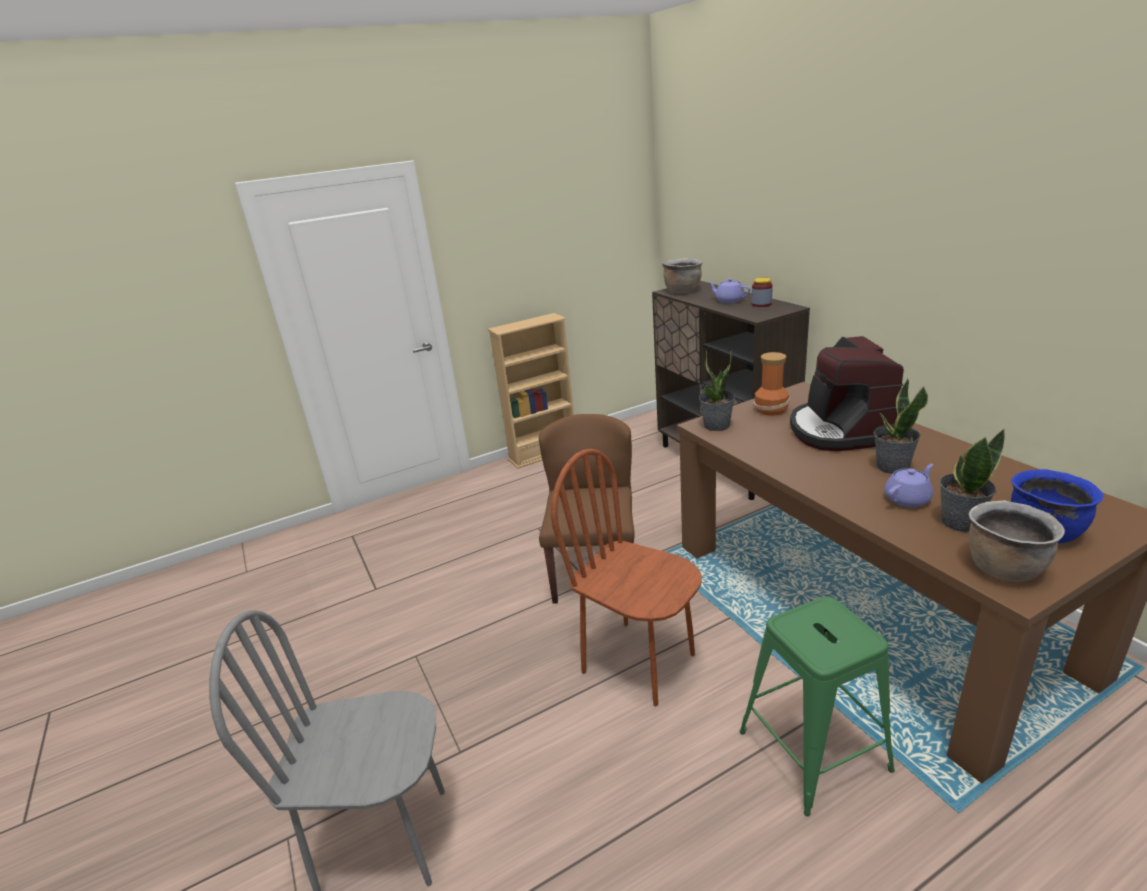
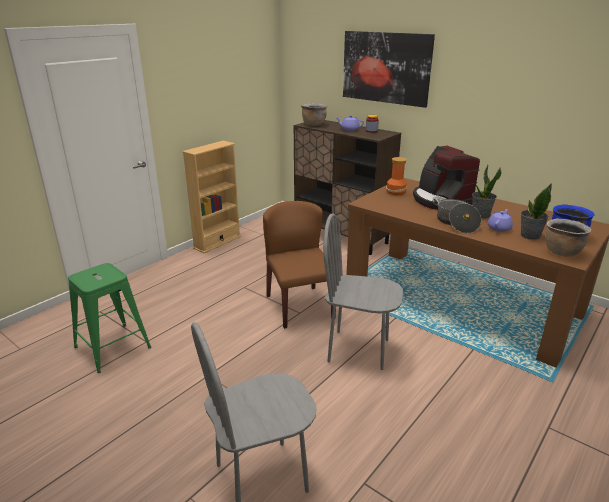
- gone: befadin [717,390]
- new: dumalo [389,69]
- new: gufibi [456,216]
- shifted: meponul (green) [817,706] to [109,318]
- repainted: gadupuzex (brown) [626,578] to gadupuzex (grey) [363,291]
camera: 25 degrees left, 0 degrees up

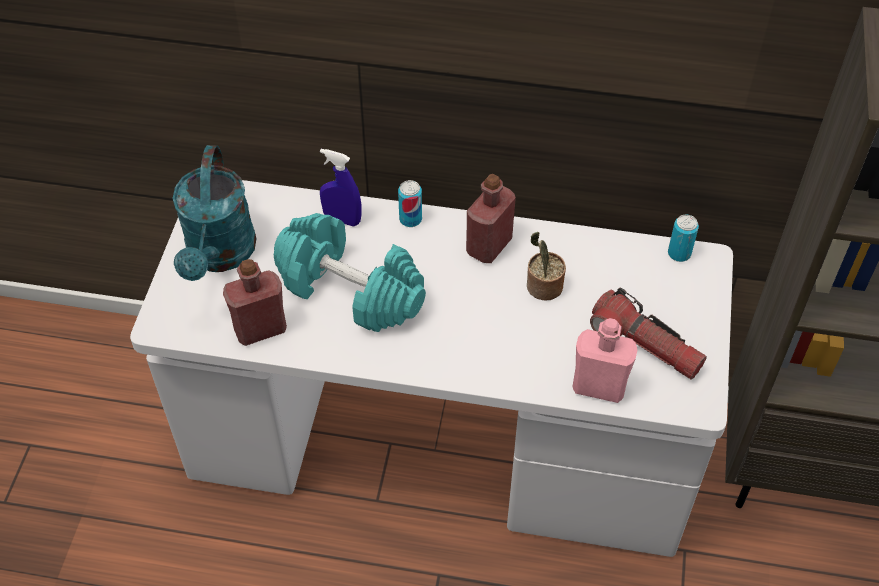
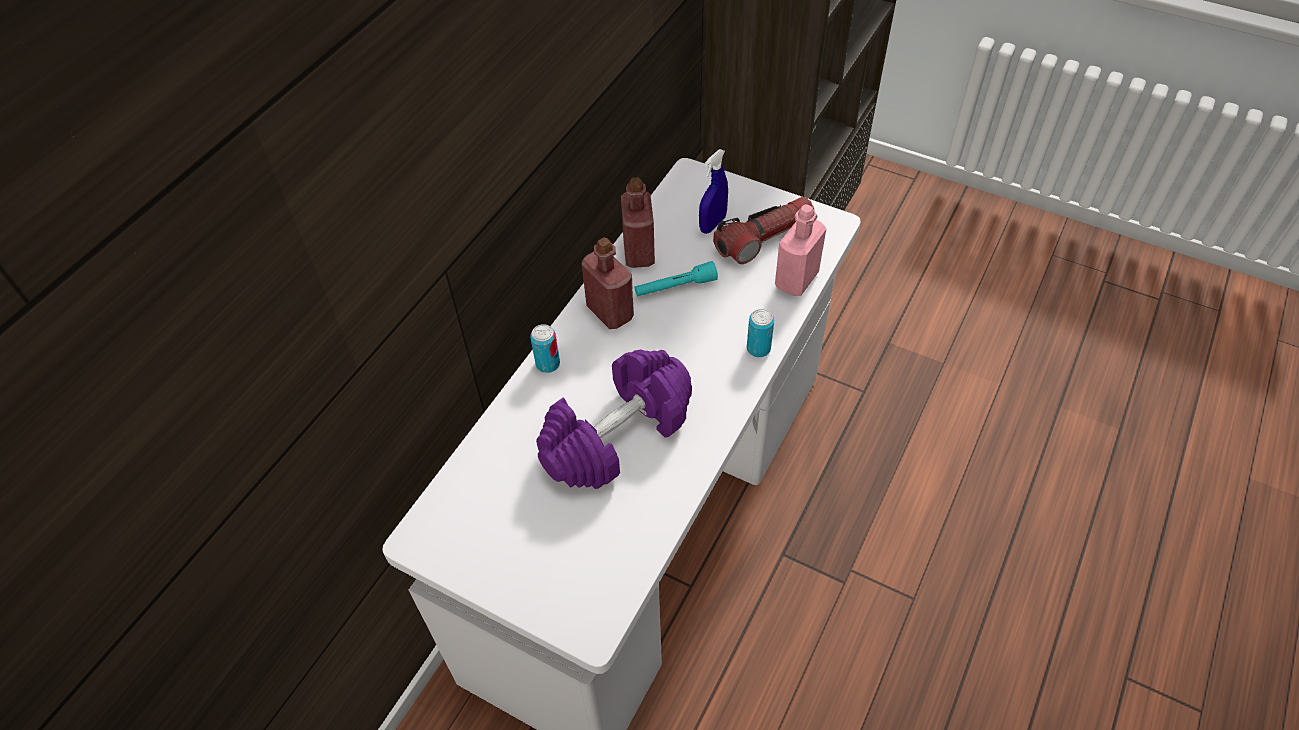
- gone: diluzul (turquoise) [214,213]
- shifted: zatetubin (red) [255,302] to [638,222]
- shifted: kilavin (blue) [341,188] to [713,191]
- shifted: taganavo [683,238] to [760,333]
- swapped: befadin [546,266] to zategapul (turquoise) [676,279]
- repainted: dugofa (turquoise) [350,272] to dugofa (purple) [614,419]
camera: 70 degrees left, 0 degrees up

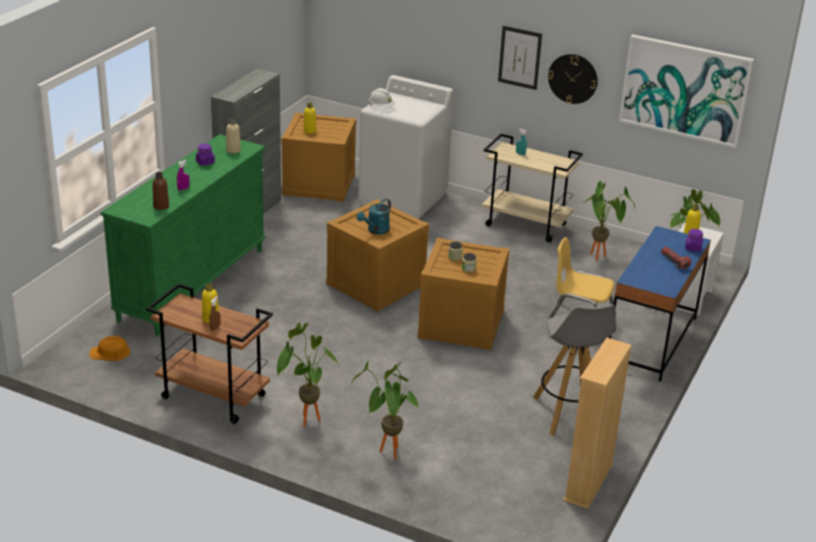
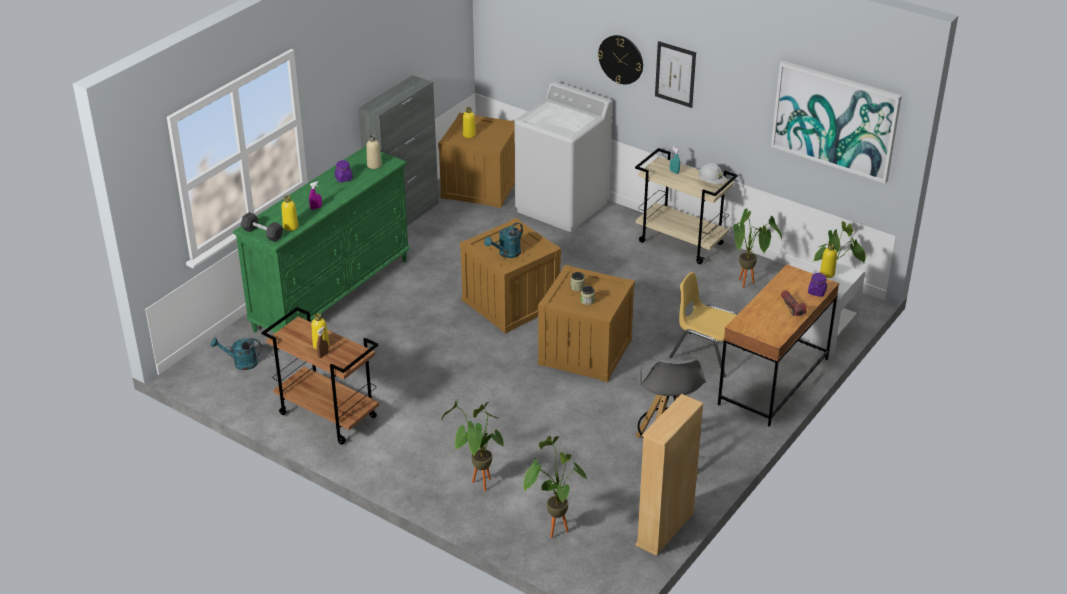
- new: dugofa (black) [262,227]
- shifted: befadin [308,375] to [556,487]
- shifted: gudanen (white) [382,97] to [712,174]
- shifted: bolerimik [573,79] to [620,59]
- swapped: gudanen (orange) [109,348] to diluzul (turquoise) [236,354]
- repainted: zatetubin (brown) [160,191] to zatetubin (yellow) [289,213]
- repainted: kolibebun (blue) [660,304] to kolibebun (brown) [778,345]
camera: 10 degrees right, 5 degrees up

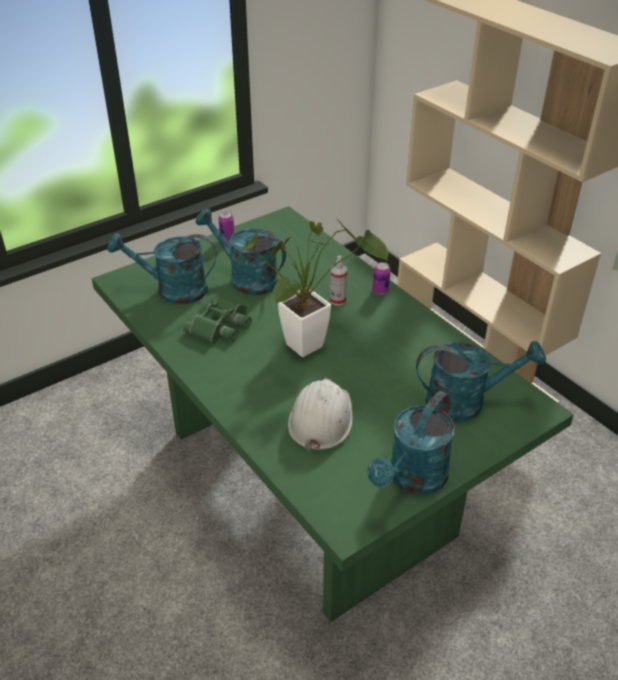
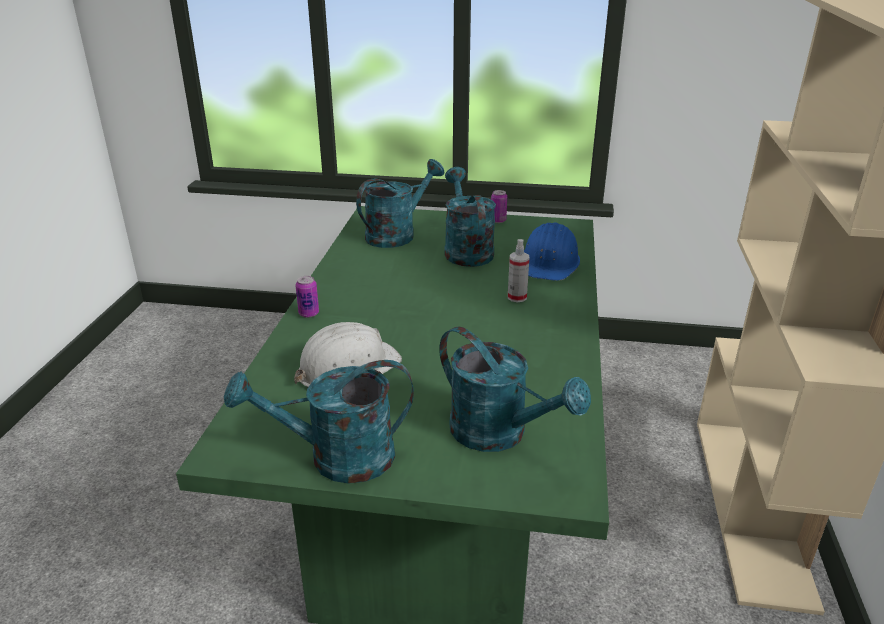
- gone: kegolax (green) [217,320]
- gone: befadin [312,287]
- new: gudanen (blue) [552,252]
- shifted: taganavo [381,278] to [307,297]
- rotated: diluzul (turquoise) [162,268] = [400,203] 90 degrees clockwise
camera: 45 degrees right, 10 degrees down

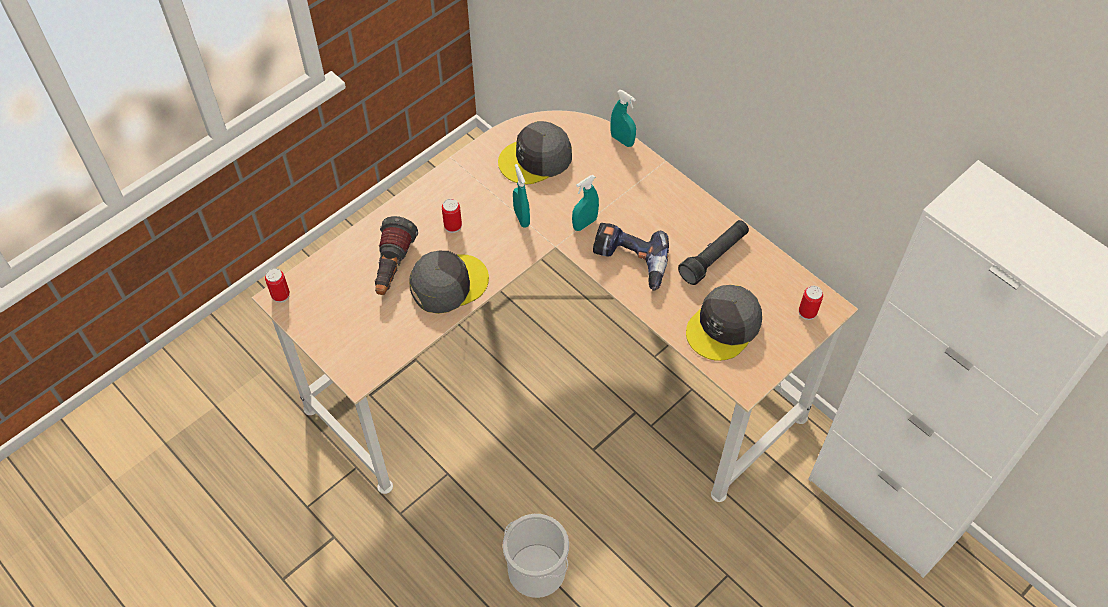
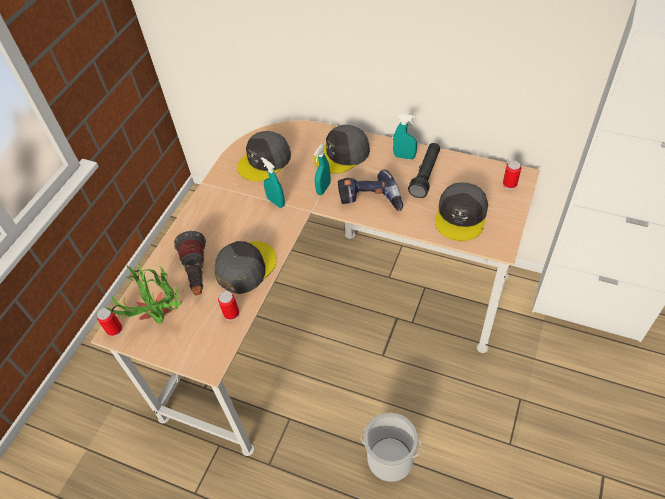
- new: befadin [143,293]
- new: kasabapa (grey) [342,149]
- shifted: taganavo [452,216] to [228,306]
- shifted: kilavin (turquoise) [623,118] to [405,137]
camera: 20 degrees left, 5 degrees down

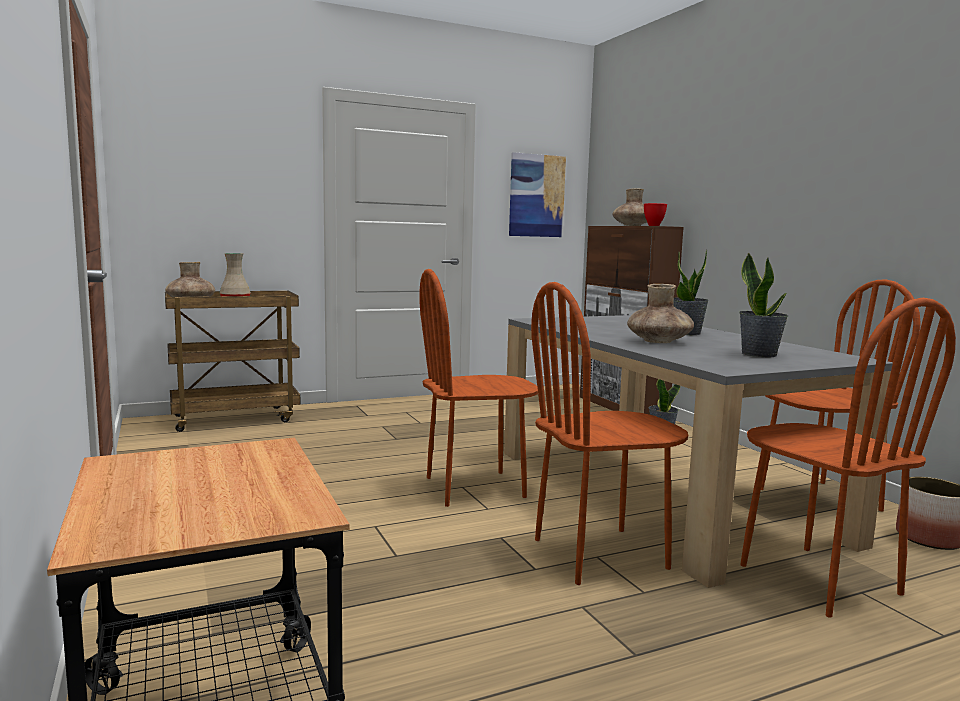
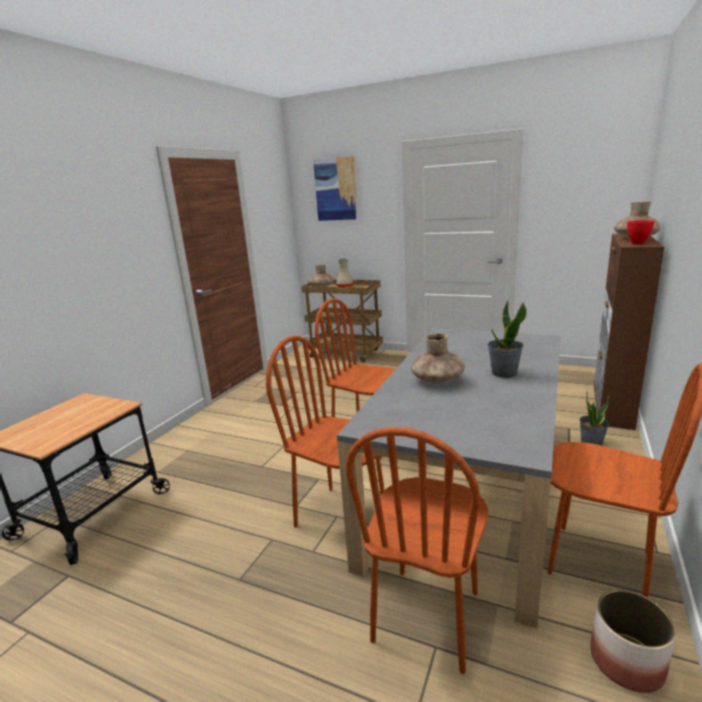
- gone: befadin [763,304]
- shifted: dumalo [537,194] to [335,188]
camera: 50 degrees right, 10 degrees up

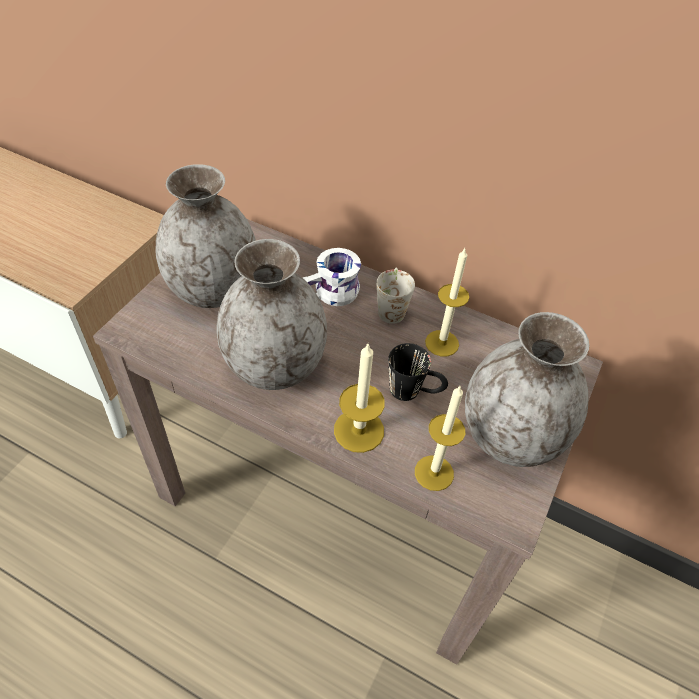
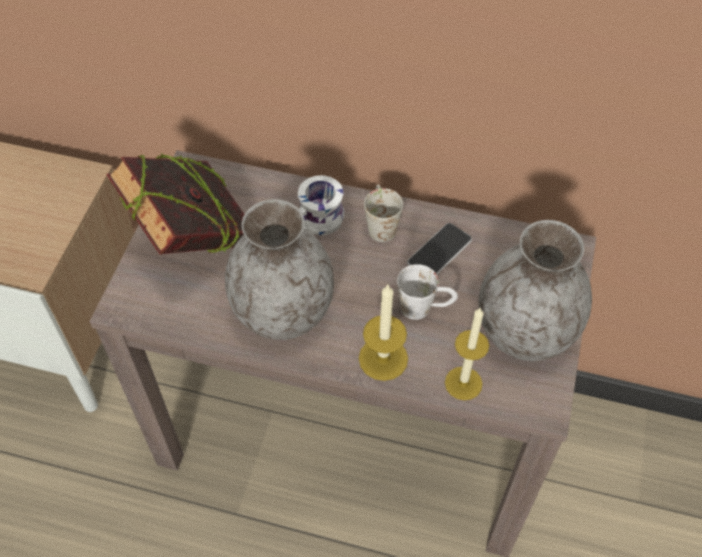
- swapped: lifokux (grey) [206,236] to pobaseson [176,203]
- swapped: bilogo [447,302] to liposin [439,248]
- repainted: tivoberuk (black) [418,372] to tivoberuk (white) [427,292]
camera: 10 degrees left, 5 degrees up

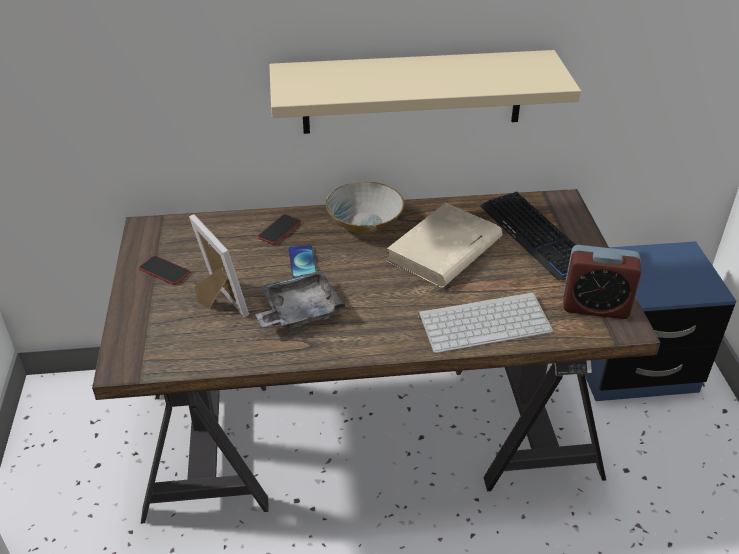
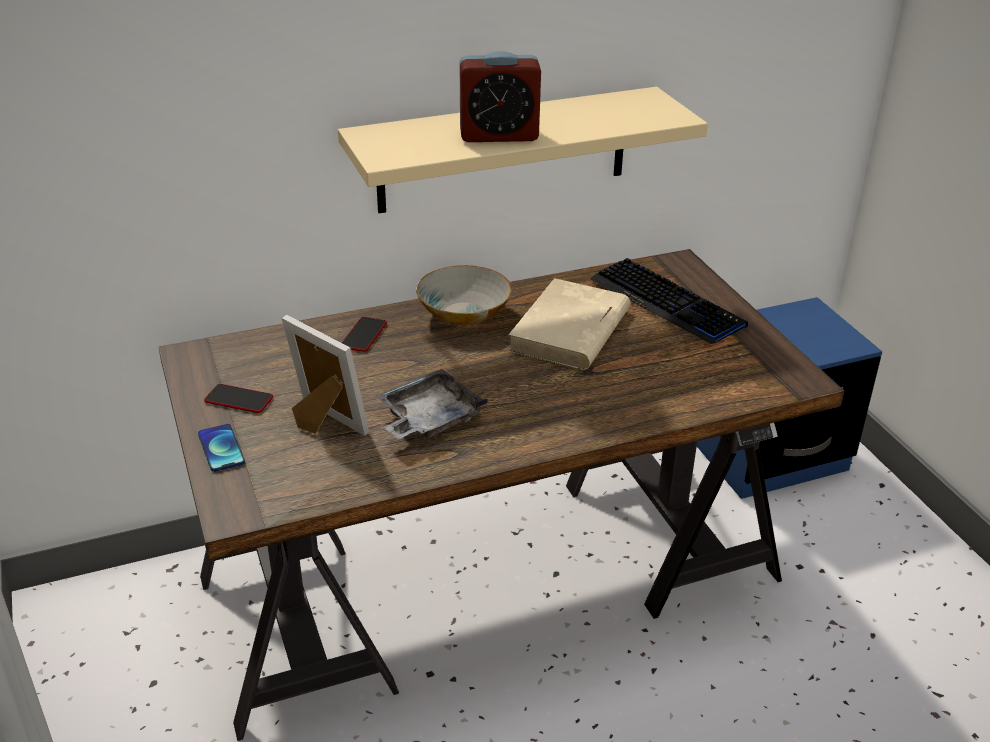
- gone: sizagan [485,323]
- shifted: liposin [302,261] to [221,448]
- shifted: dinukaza [602,282] to [500,96]
camera: 15 degrees left, 5 degrees down

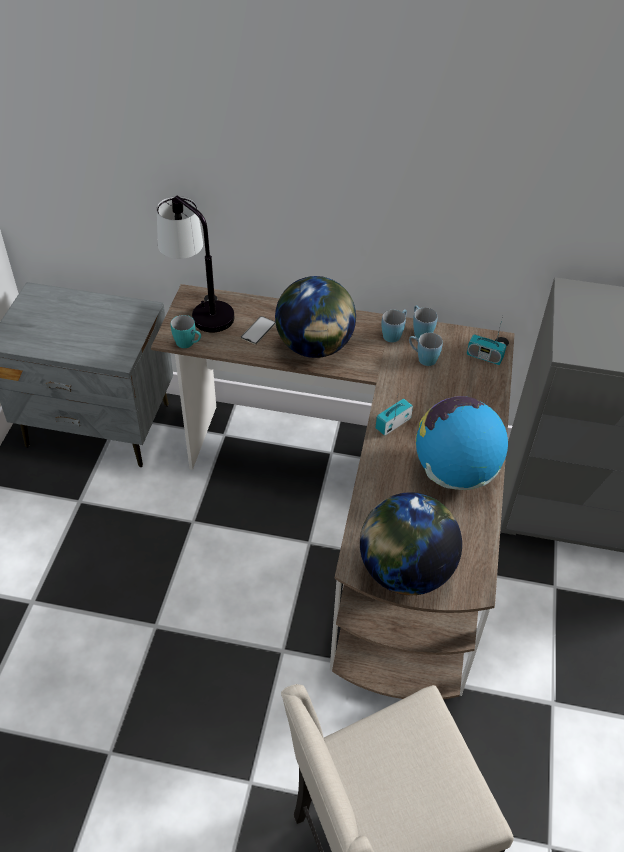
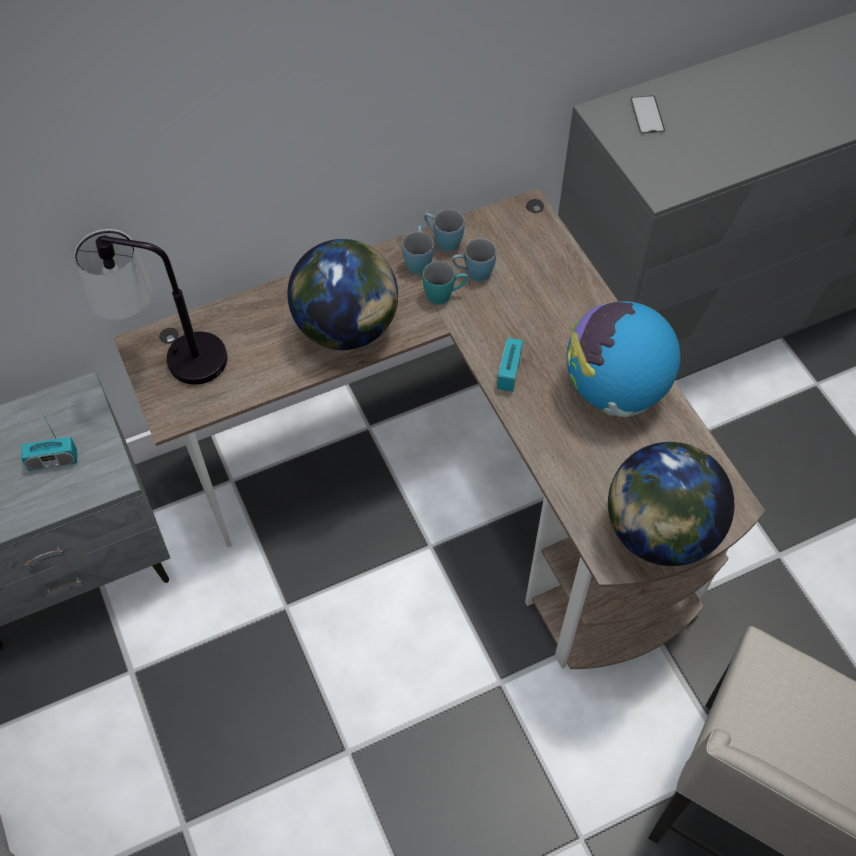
- shifted: tivoberuk (turquoise) [186,331] to [445,283]
- shifted: liposin [258,330] to [647,115]
- shifted: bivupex [486,340] to [49,442]
camera: 35 degrees left, 10 degrees up

